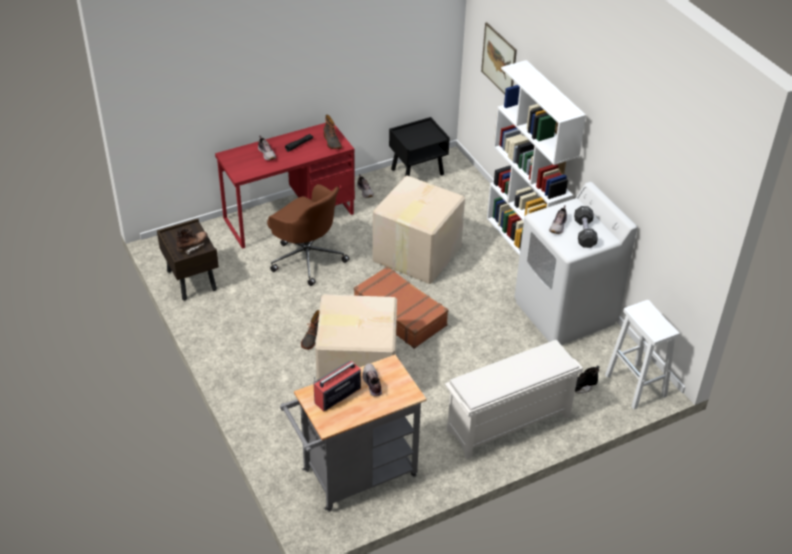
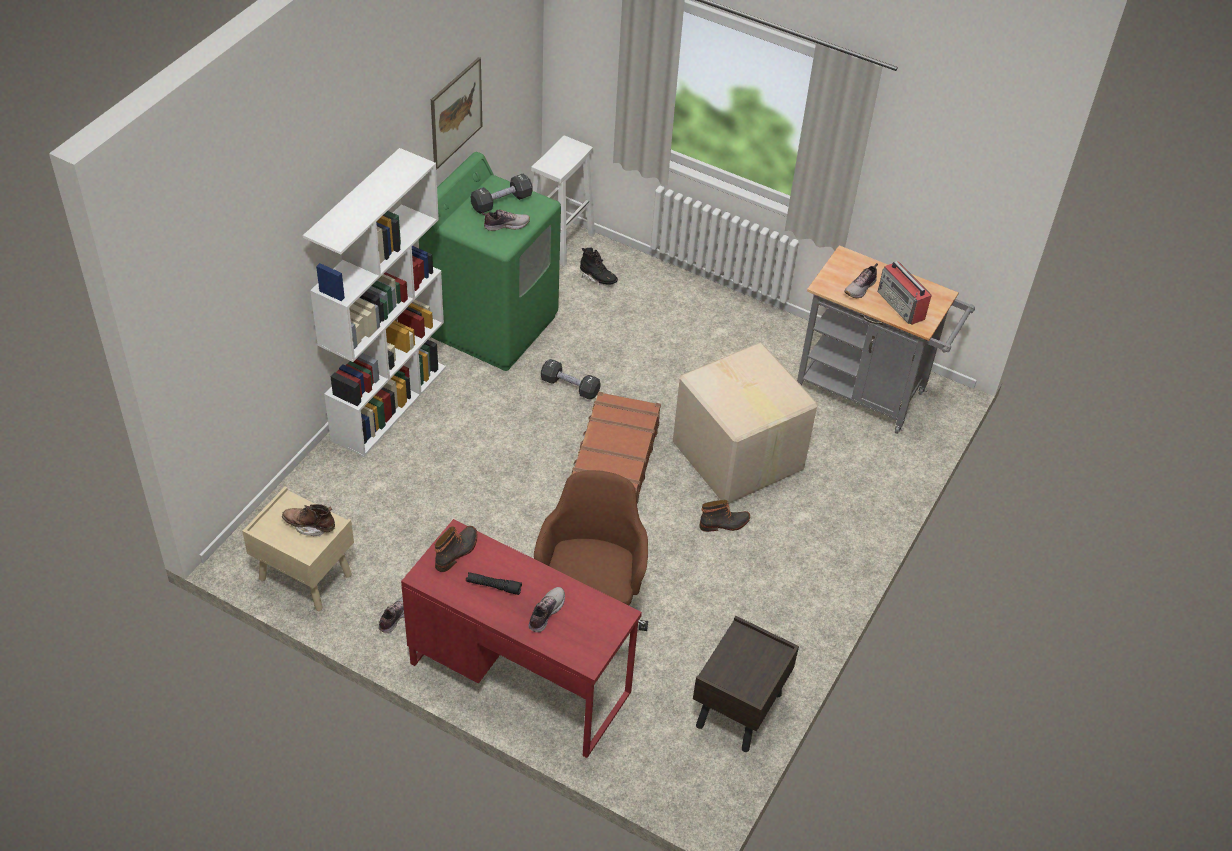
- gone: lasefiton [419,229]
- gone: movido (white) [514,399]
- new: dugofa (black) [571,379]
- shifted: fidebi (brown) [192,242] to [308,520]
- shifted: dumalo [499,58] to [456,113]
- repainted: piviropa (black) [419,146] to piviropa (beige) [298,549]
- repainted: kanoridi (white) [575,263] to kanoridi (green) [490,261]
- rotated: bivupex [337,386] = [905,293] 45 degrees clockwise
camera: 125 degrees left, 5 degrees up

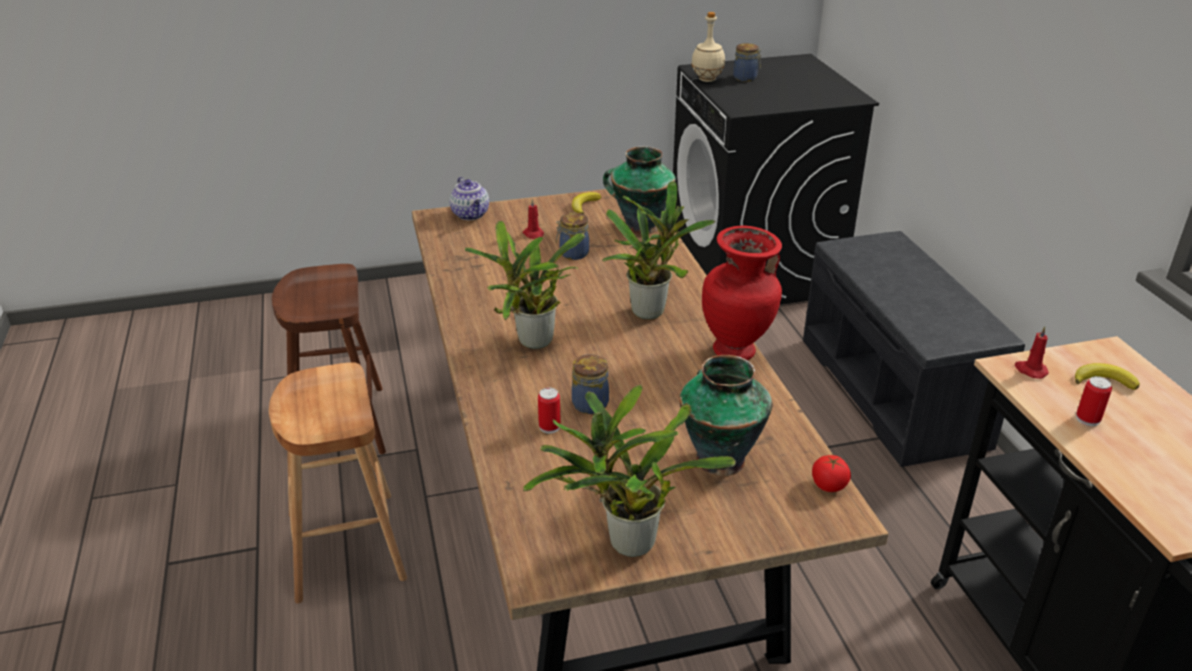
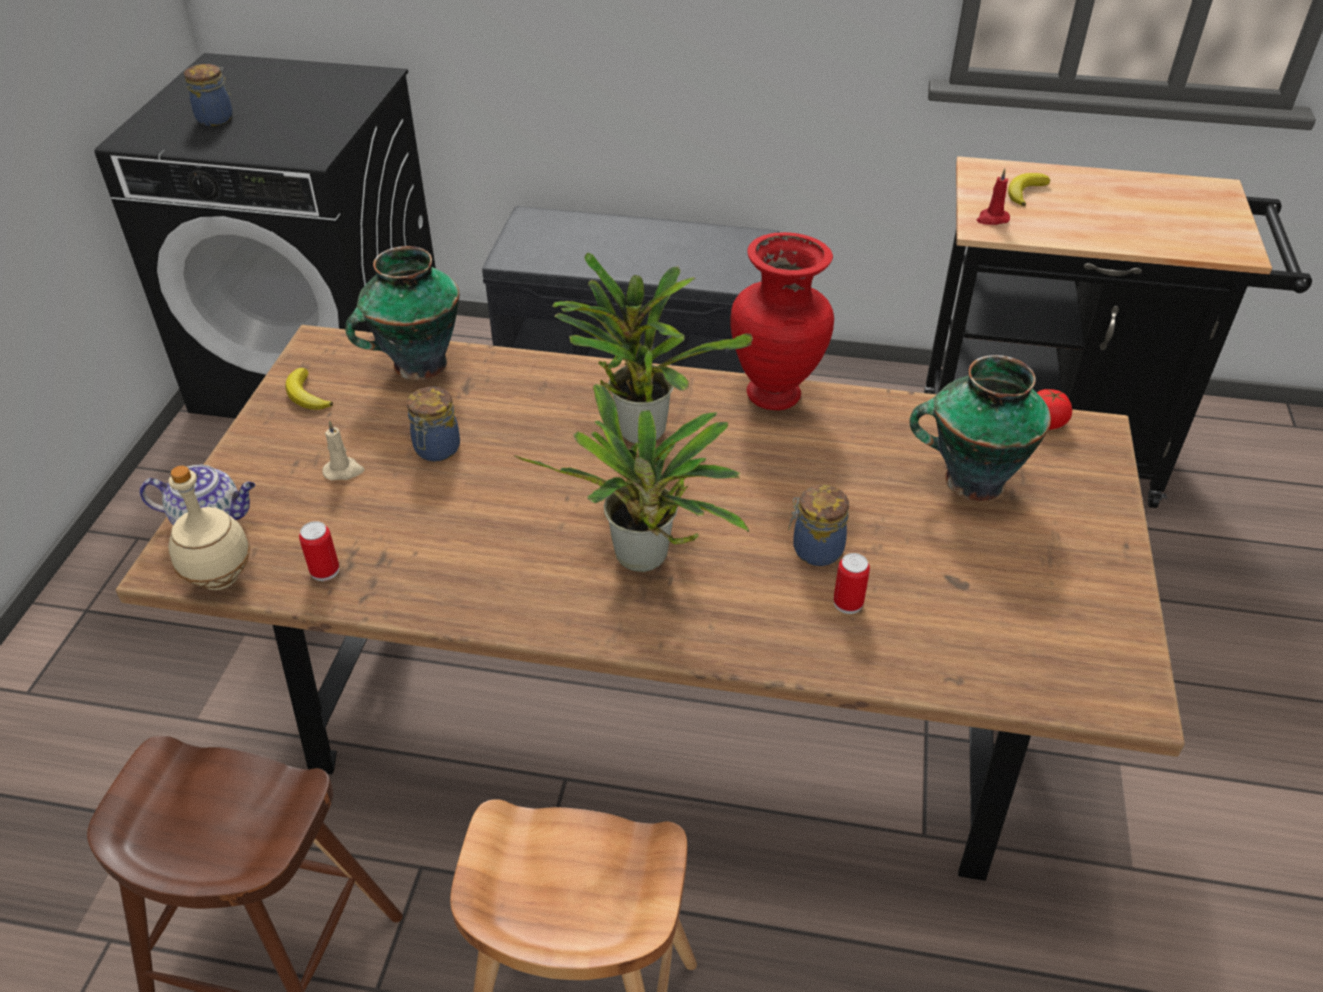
- gone: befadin [629,470]
- shifted: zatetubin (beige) [708,47] to [209,528]
- shifted: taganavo [1094,401] to [319,551]
- repainted: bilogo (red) [533,219] to bilogo (beige) [343,450]
camera: 65 degrees left, 10 degrees up

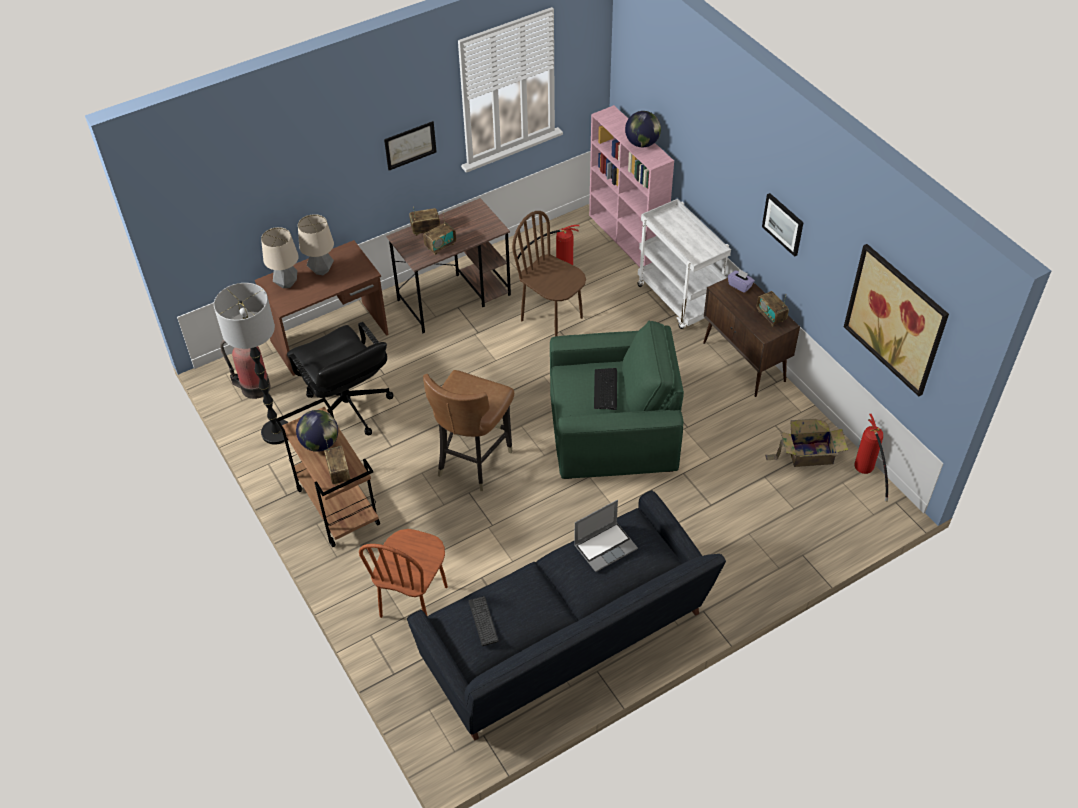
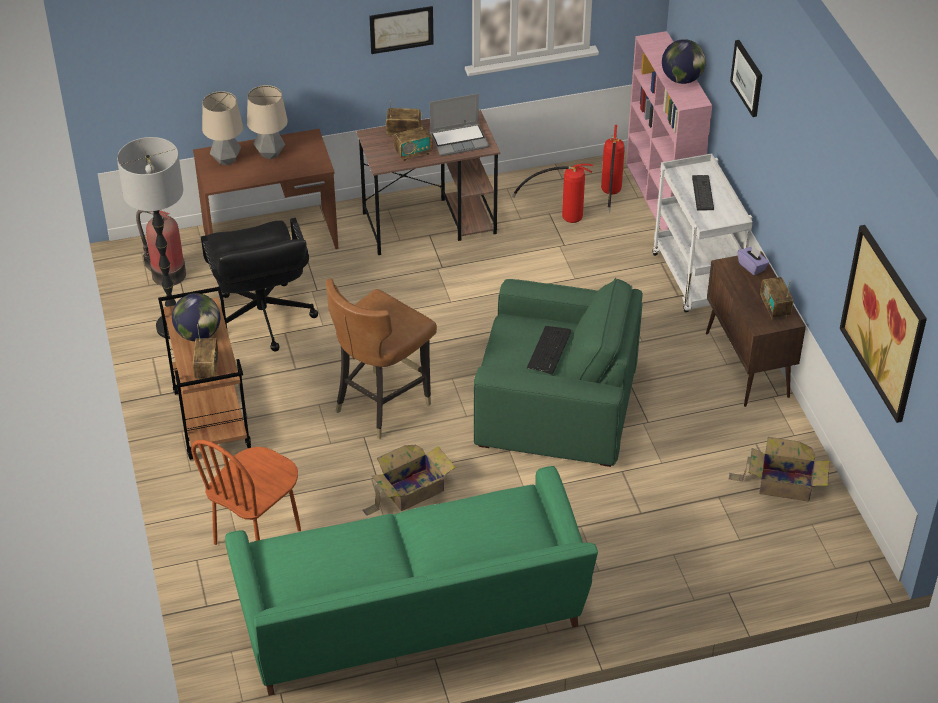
- gone: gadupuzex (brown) [549,274]
- new: lasefiton [409,480]
- shifted: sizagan [484,621] to [703,192]
- shifted: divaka [606,536] to [459,125]
- shifted: dumalo [783,225] to [746,78]
- shifted: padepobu [871,458] to [613,169]
- repainted: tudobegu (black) [566,615] to tudobegu (green) [411,581]
camera: 15 degrees right, 5 degrees down

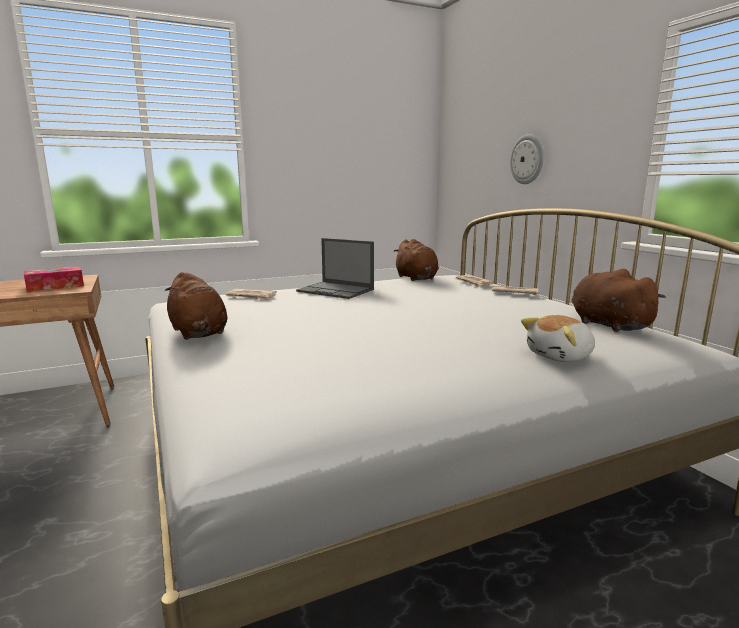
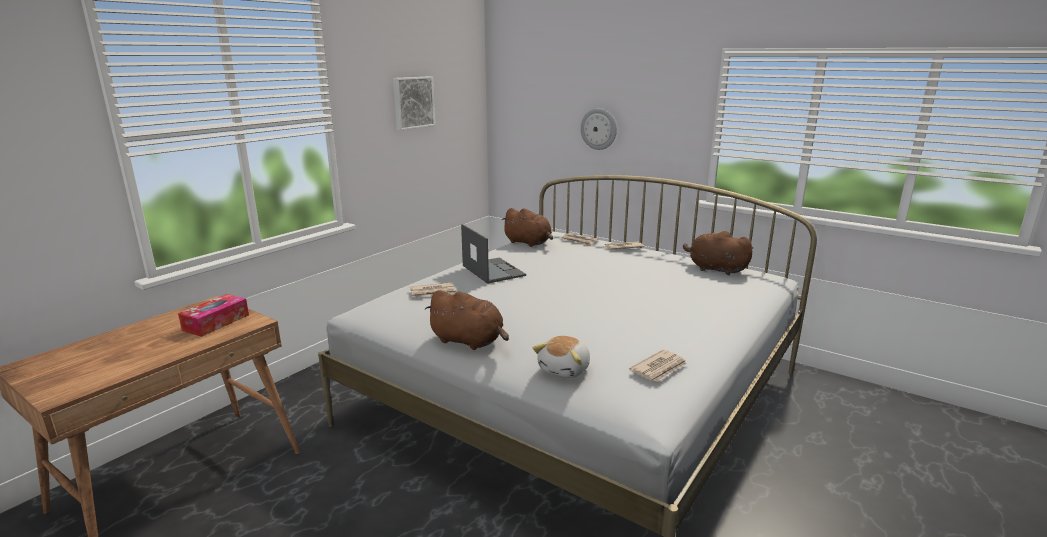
- new: dumalo [414,103]
- new: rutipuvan [658,366]
- shifted: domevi [558,338] to [561,357]
- rotated: divaka [335,268] = [493,254] 120 degrees counterclockwise
camera: 30 degrees left, 5 degrees up

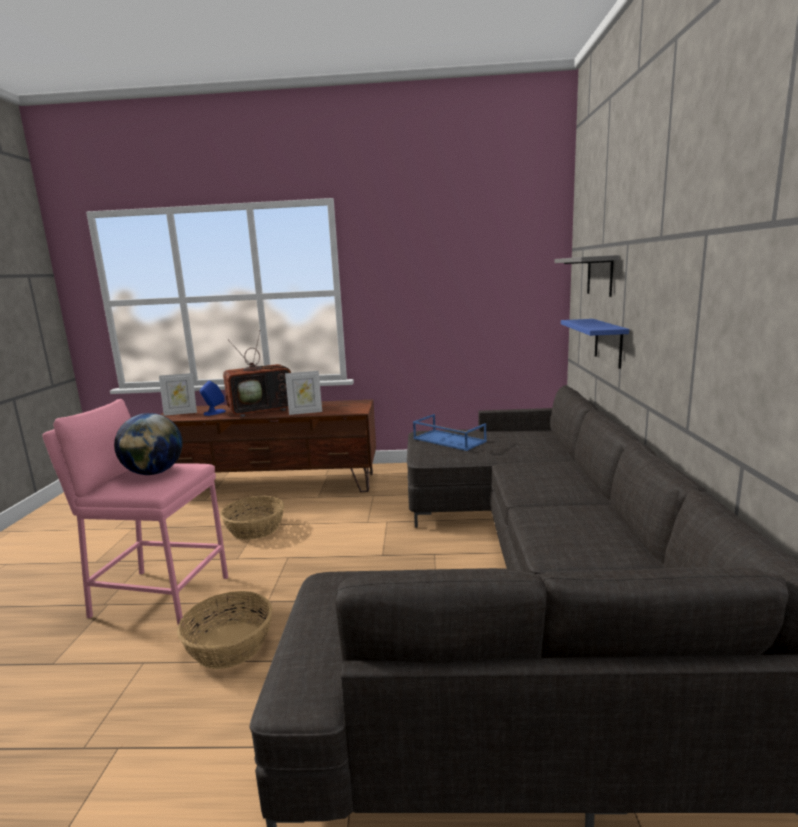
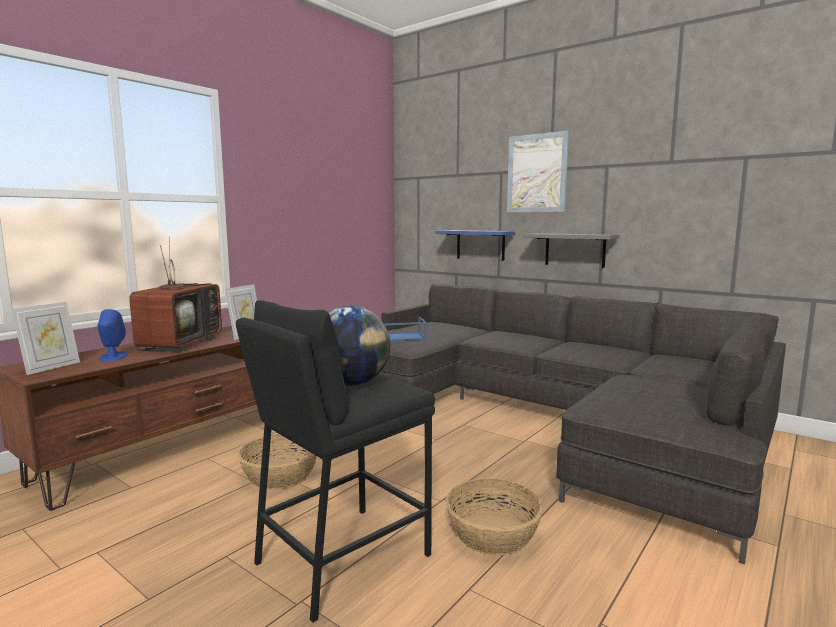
- new: dumalo [538,171]
- shifted: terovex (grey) [586,276] to [571,250]
- repainted: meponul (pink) [135,514] to meponul (black) [335,461]
camera: 55 degrees left, 5 degrees down

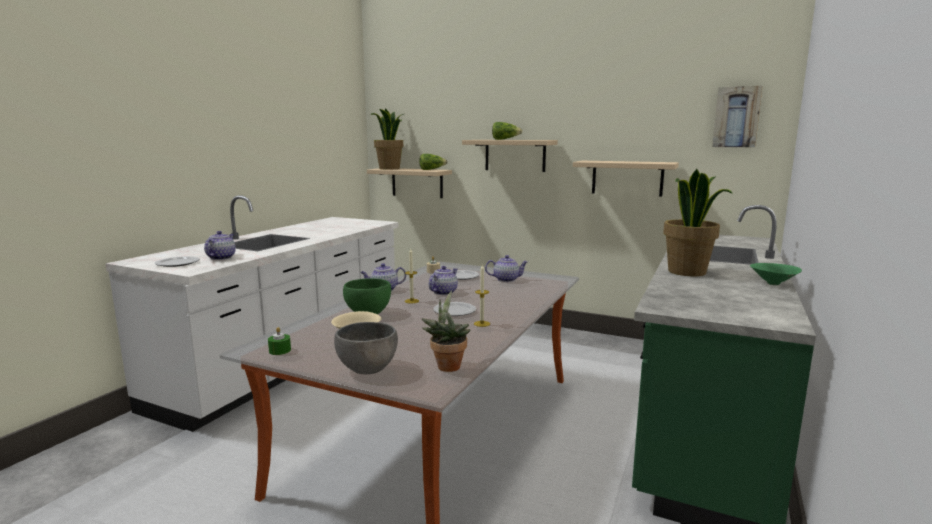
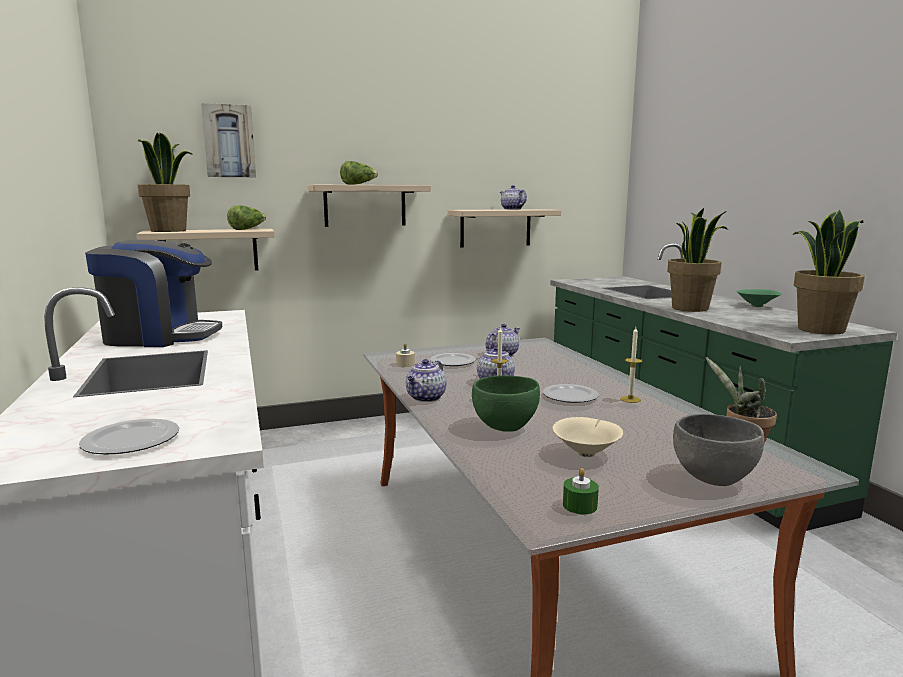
- new: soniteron [153,293]
- new: befadin [829,272]
- shifted: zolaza [220,245] to [513,197]
- shifted: dumalo [737,116] to [228,140]
camera: 45 degrees left, 0 degrees up

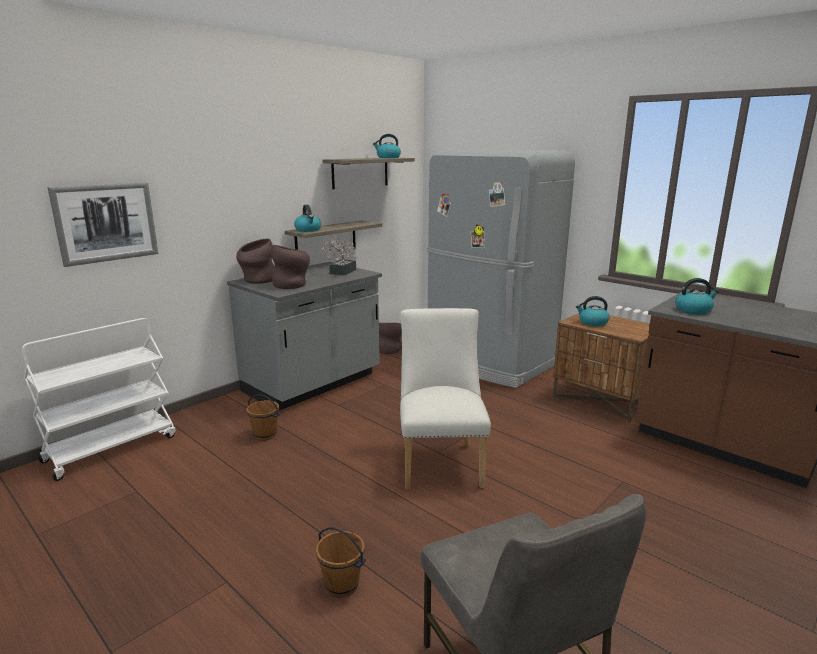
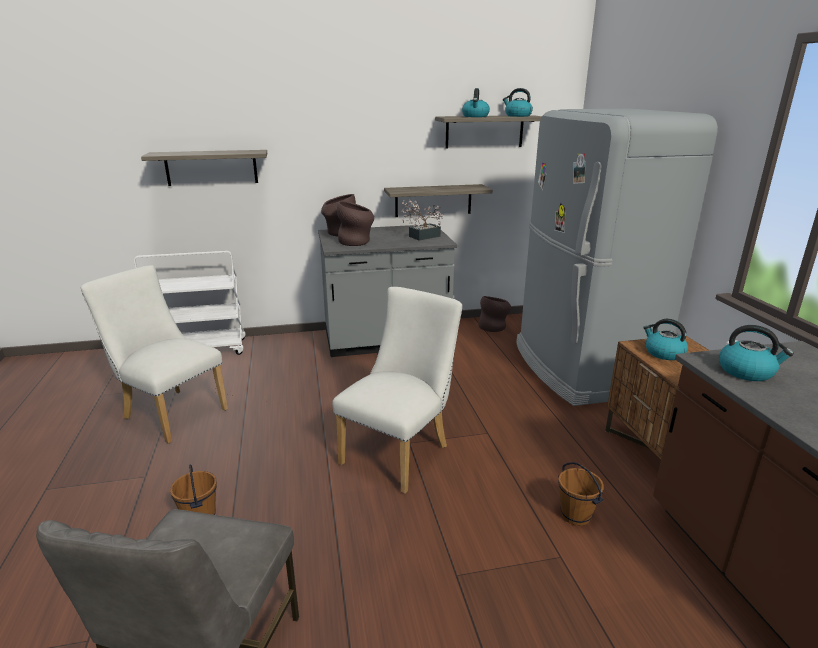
- new: gadupuzex (white) [154,354]
- shifted: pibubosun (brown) [263,417] to [581,494]
- shifted: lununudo [307,218] to [476,102]
- swapped: dumalo [102,224] to terovex [204,168]
camera: 35 degrees right, 5 degrees up

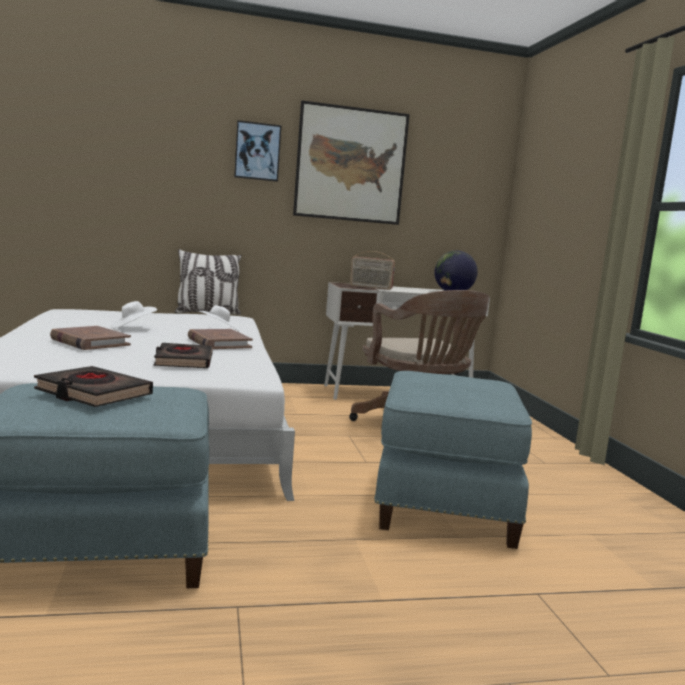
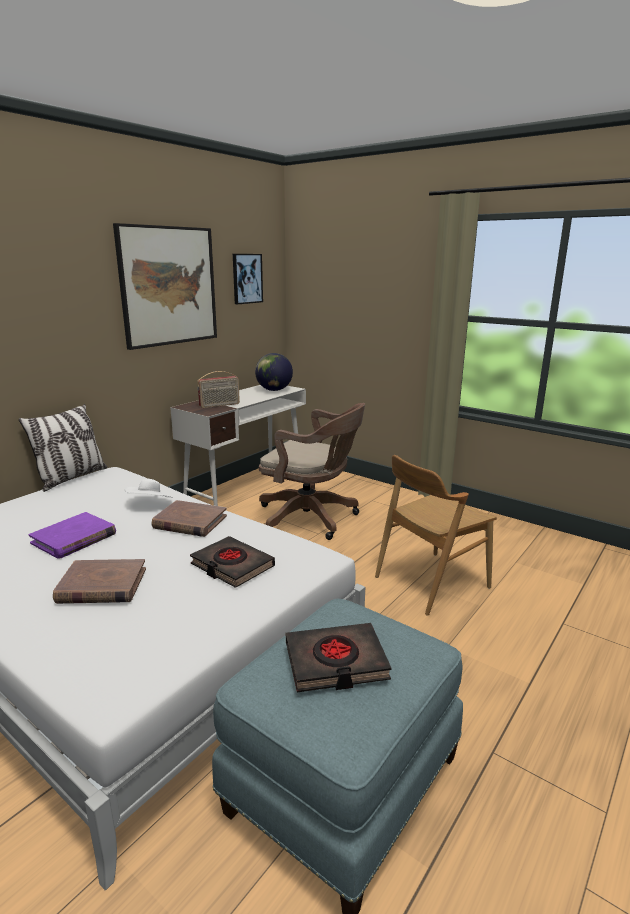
- shifted: dumalo [258,151] to [248,279]
- swapped: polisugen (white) [134,314] to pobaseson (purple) [72,535]
- swapped: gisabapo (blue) [453,460] to gadupuzex (brown) [436,535]
camera: 40 degrees left, 10 degrees up

